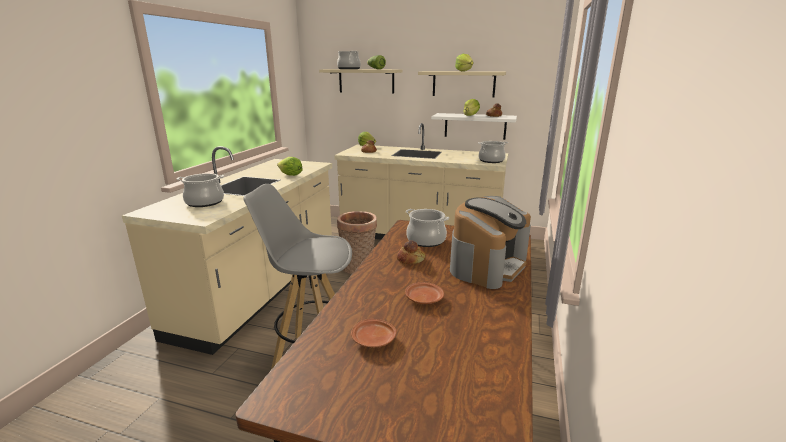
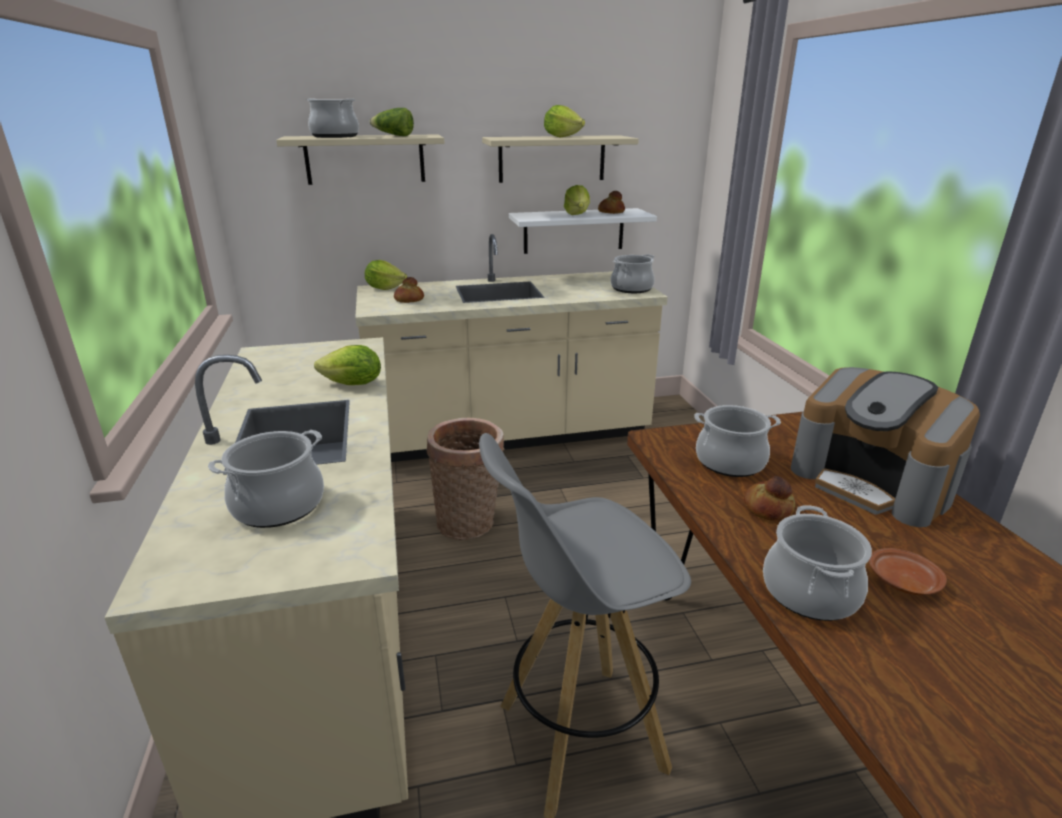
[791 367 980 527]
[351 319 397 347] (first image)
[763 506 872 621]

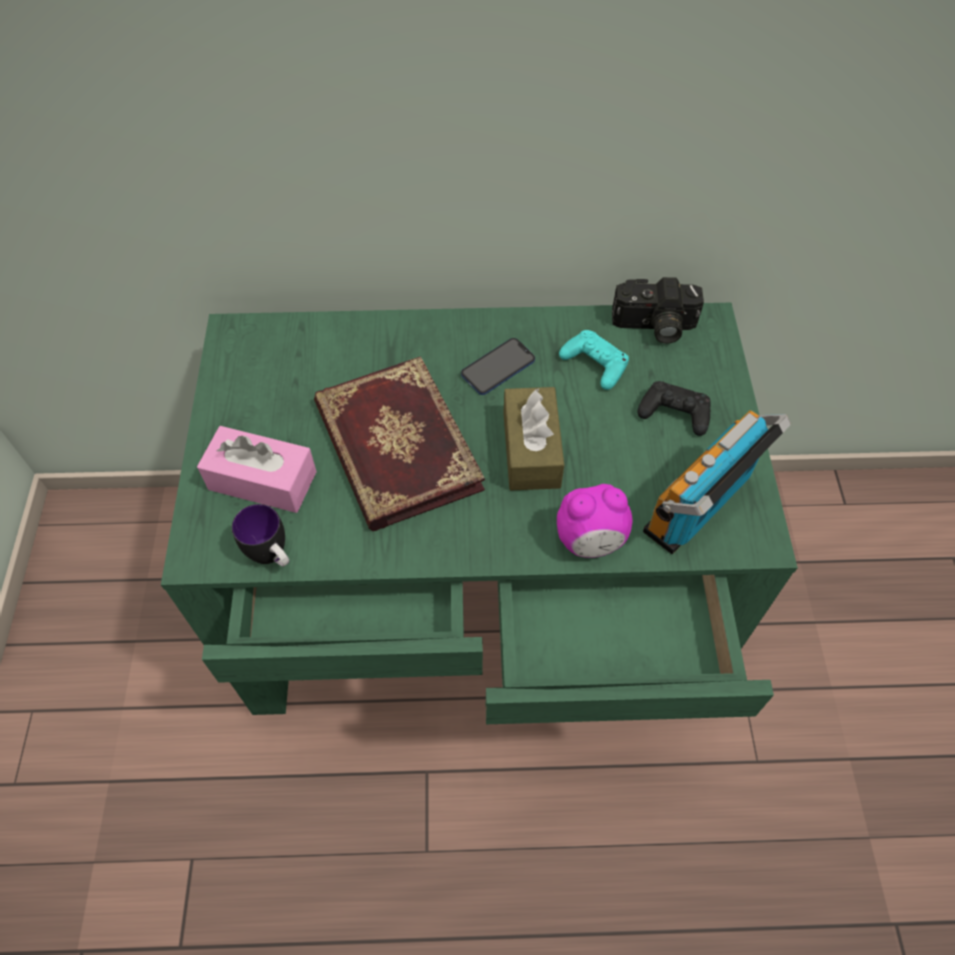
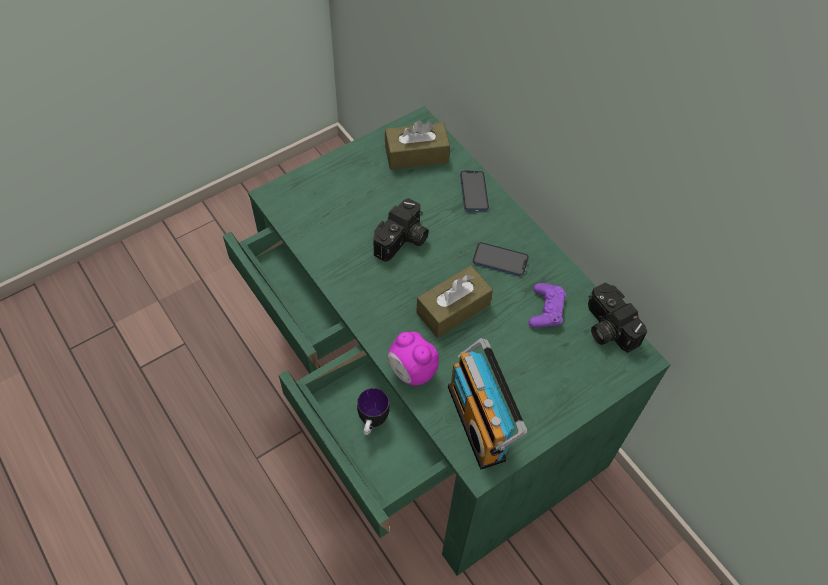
[528 283 566 328]
[373 198 429 262]
[637 381 710 436] (first image)
[448 338 527 470]
[197 426 317 513] (first image)
[357 388 390 435]
[385 120 450 170]
[460 171 489 211]

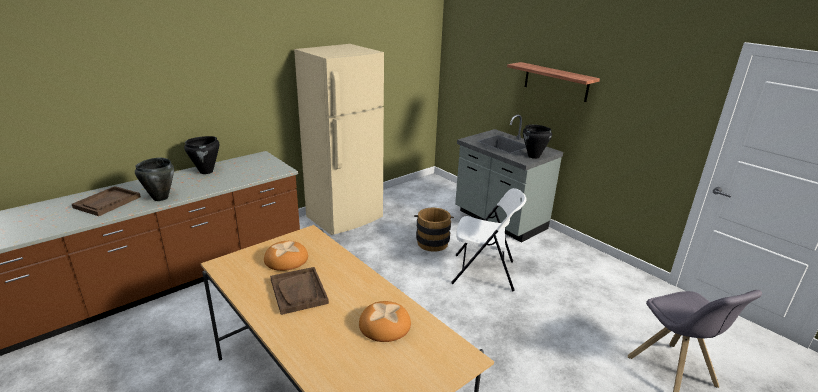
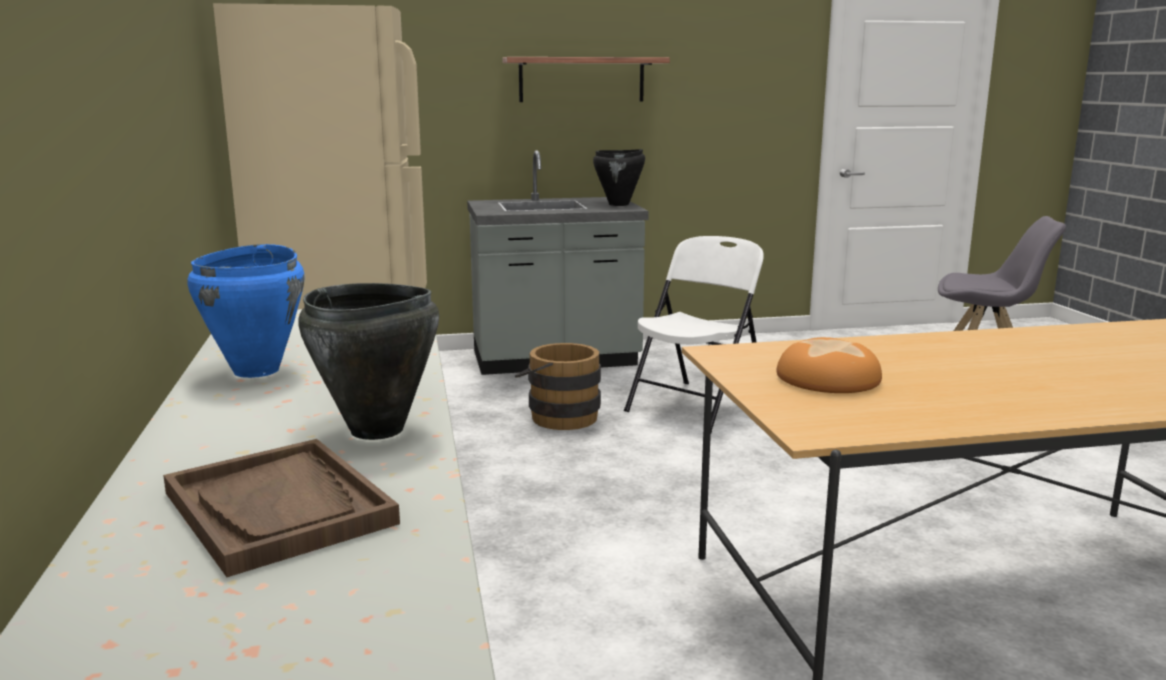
[187 244 305 378]
[270 267 329 315] (first image)
[359 301 411 342] (first image)

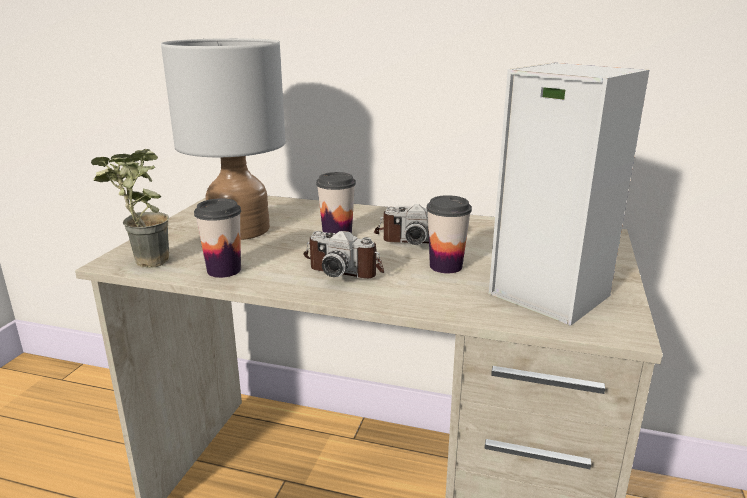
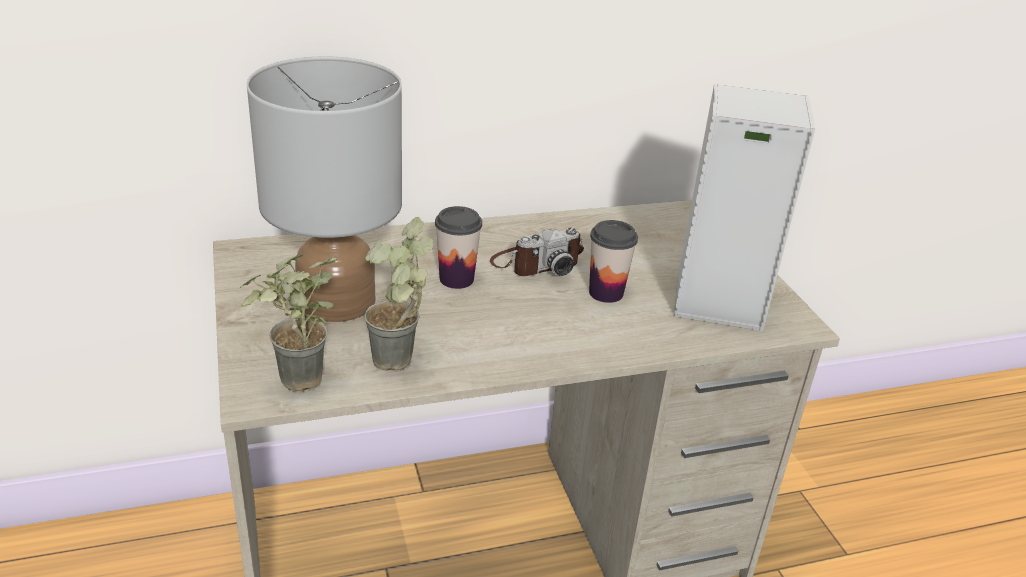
[364 217 434 371]
[303 231 384 279] (first image)

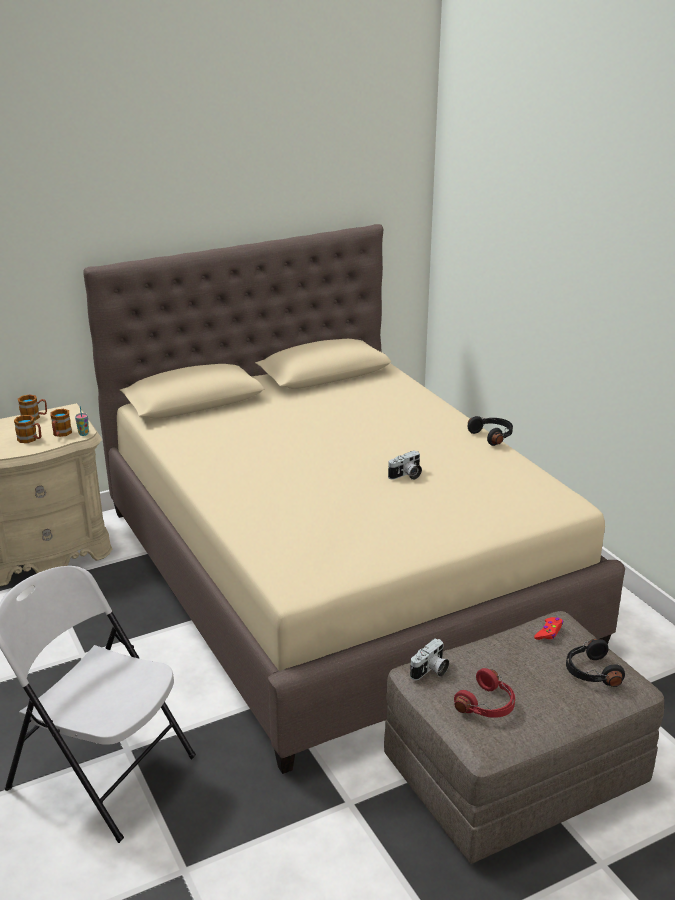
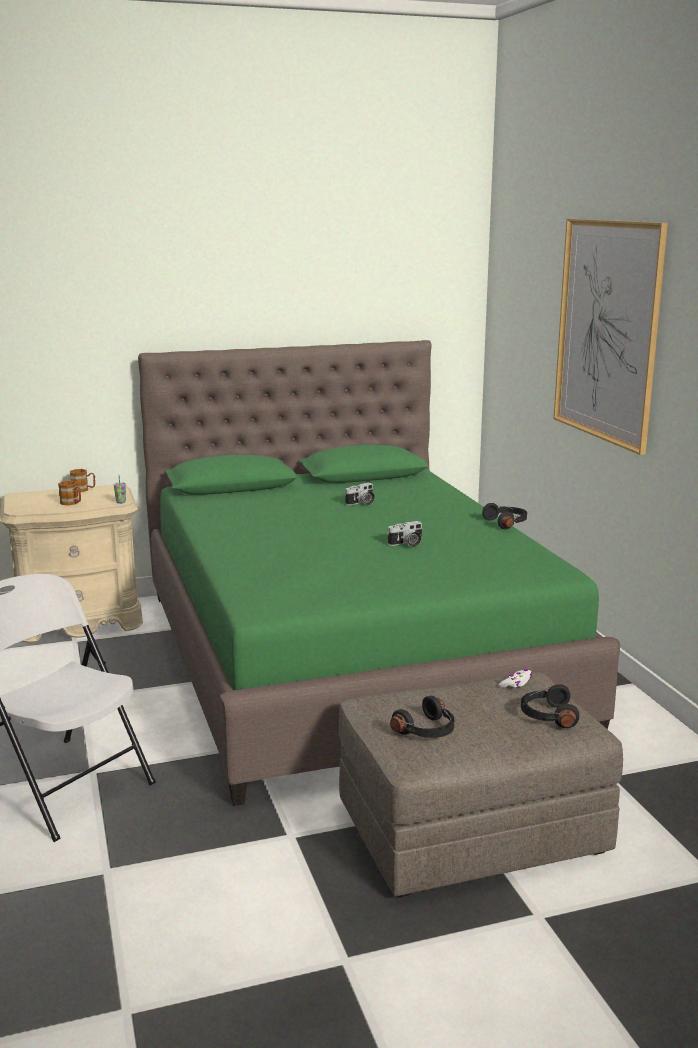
[138 340 620 806]
[50 409 72 437] (first image)
[499 669 532 688]
[345 482 375 505]
[390 695 454 738]
[554 219 668 455]

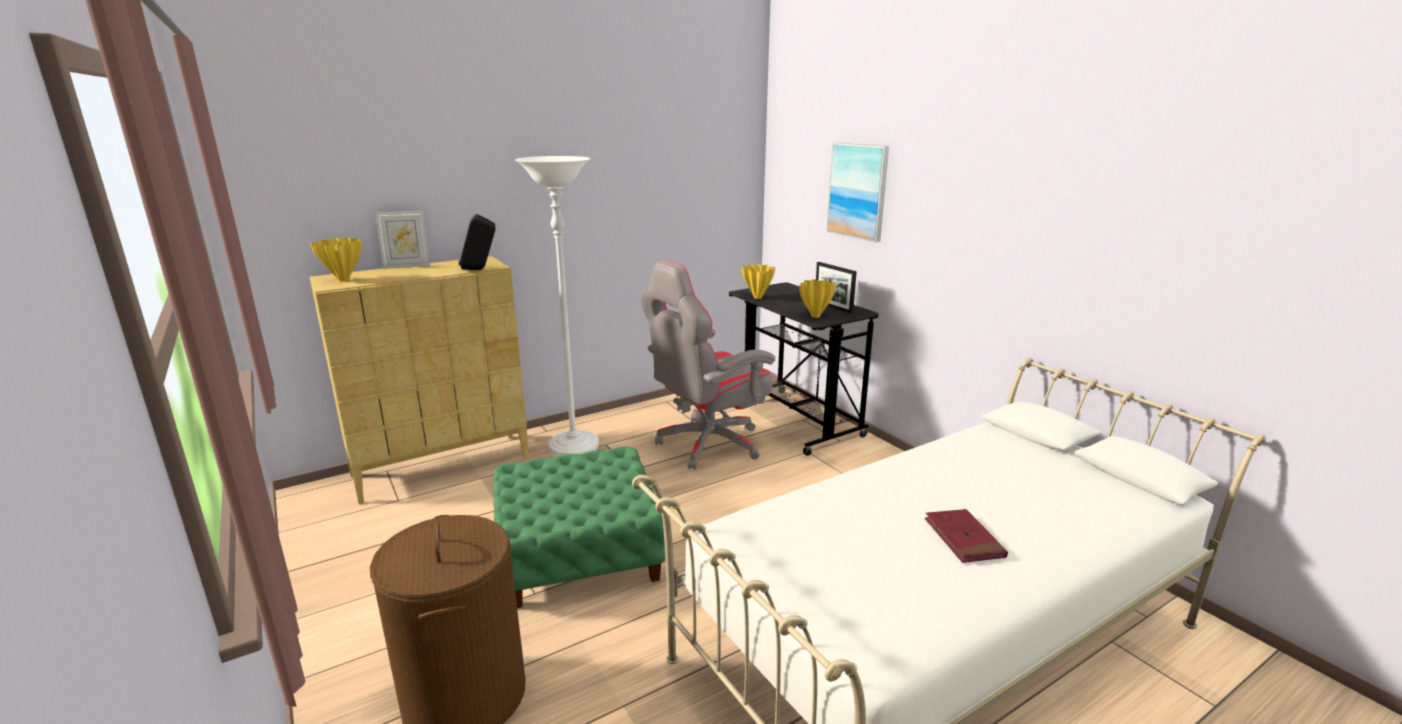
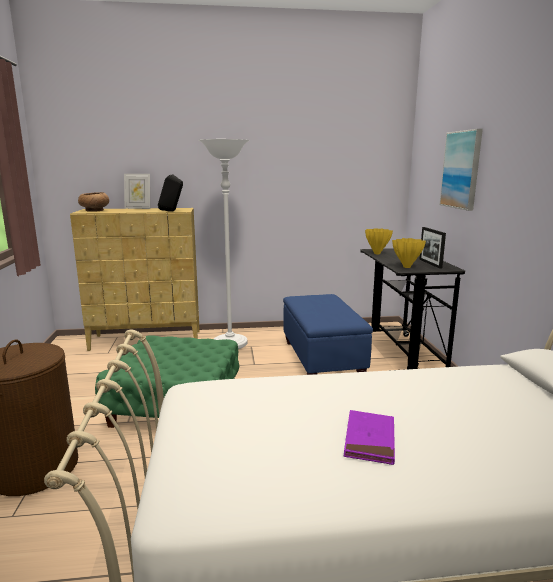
[78 192 109 211]
[283 294 373 375]
[344 410 395 465]

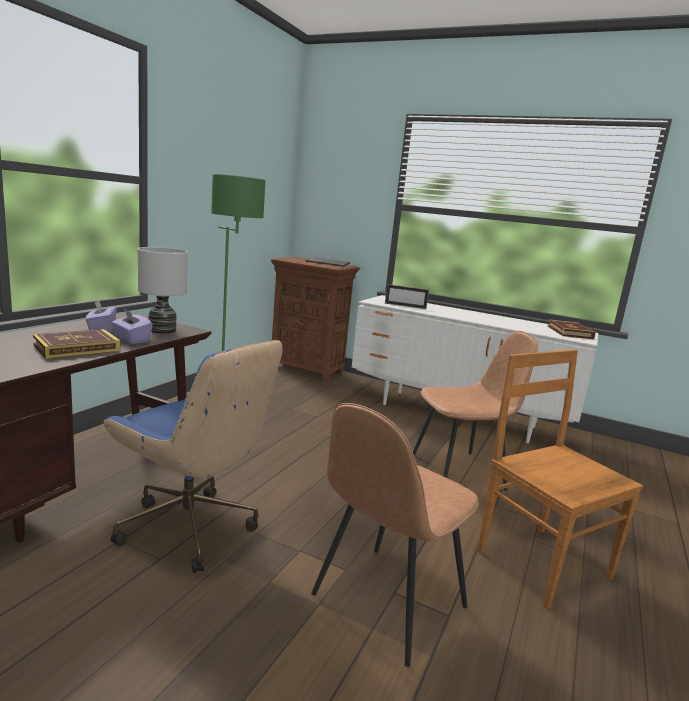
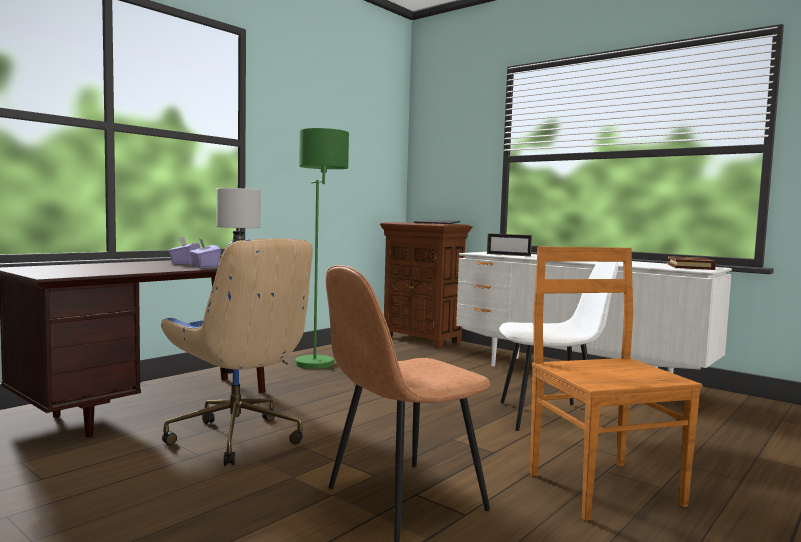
[33 329 120 359] (first image)
[499 262 618 431]

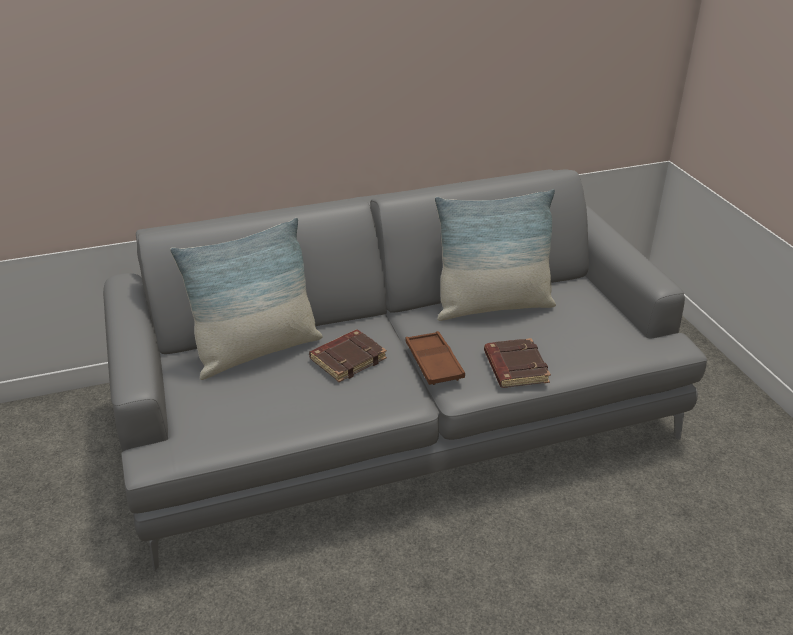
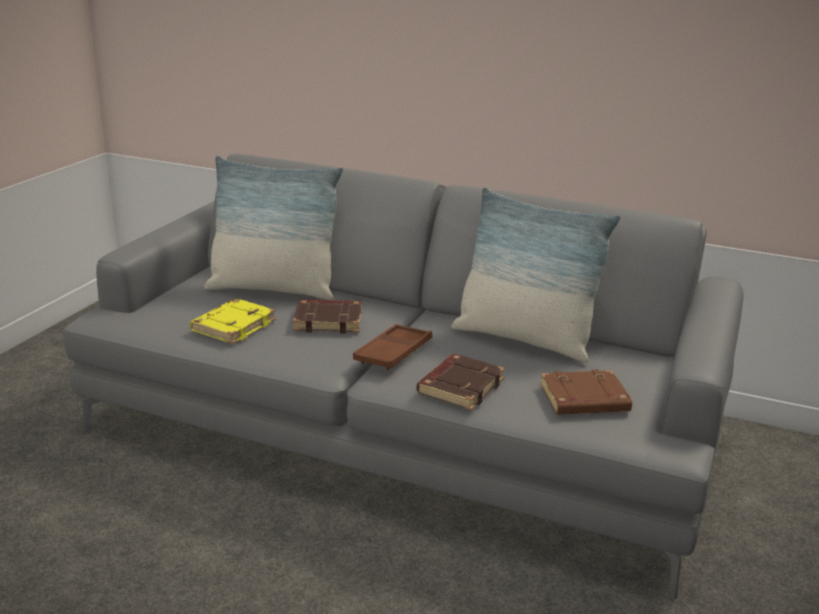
[190 299 276 344]
[540 369 632 414]

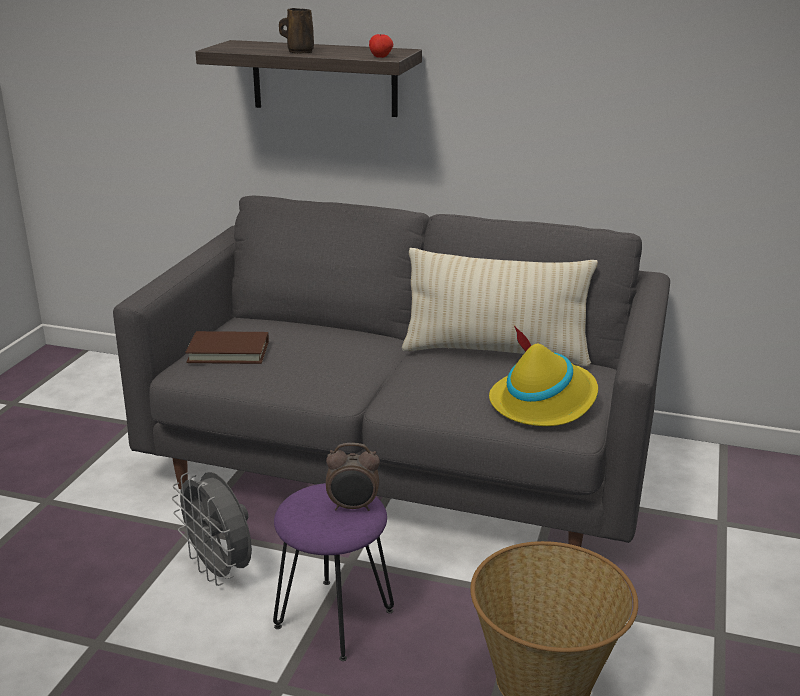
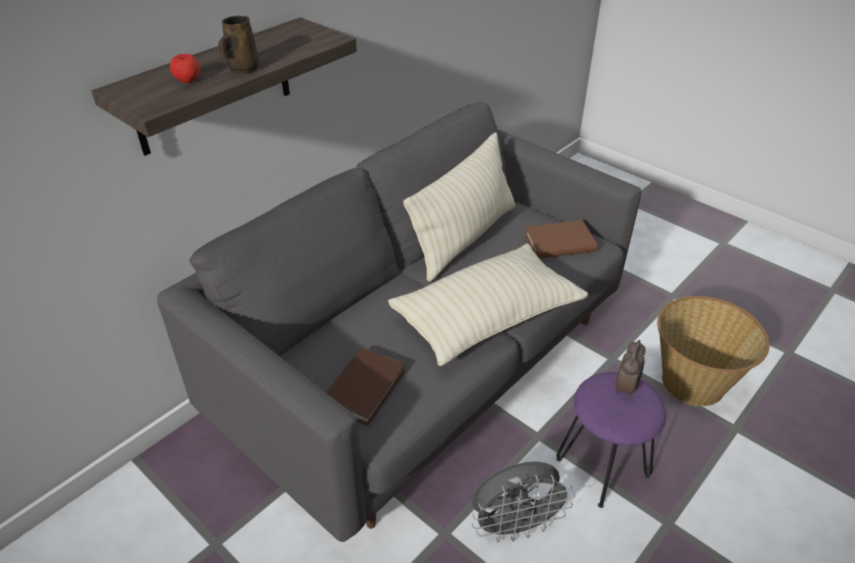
[170 54 200 83]
[525 220 597 258]
[388 243 588 366]

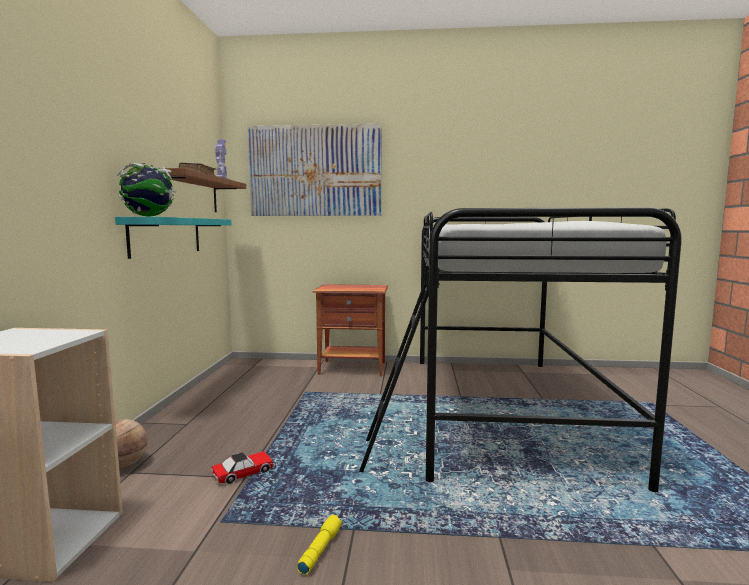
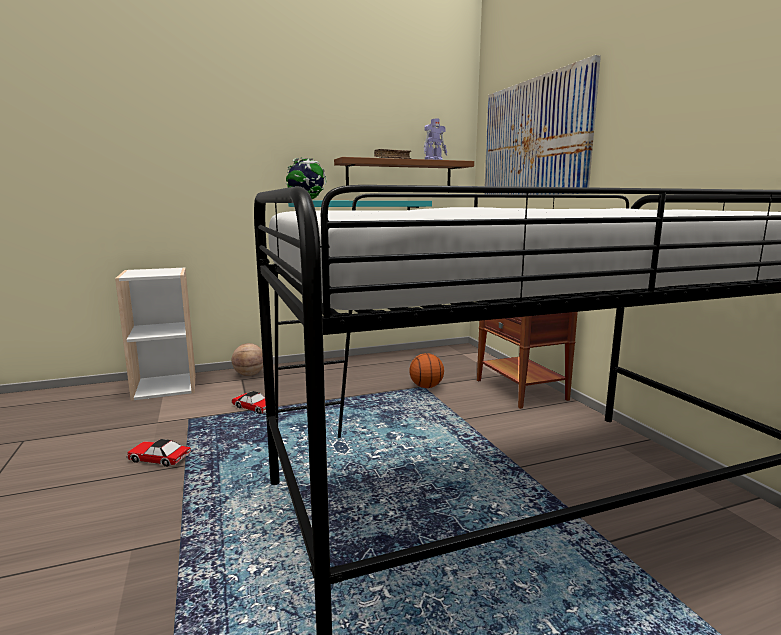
[126 439 191 467]
[409 353 444 388]

